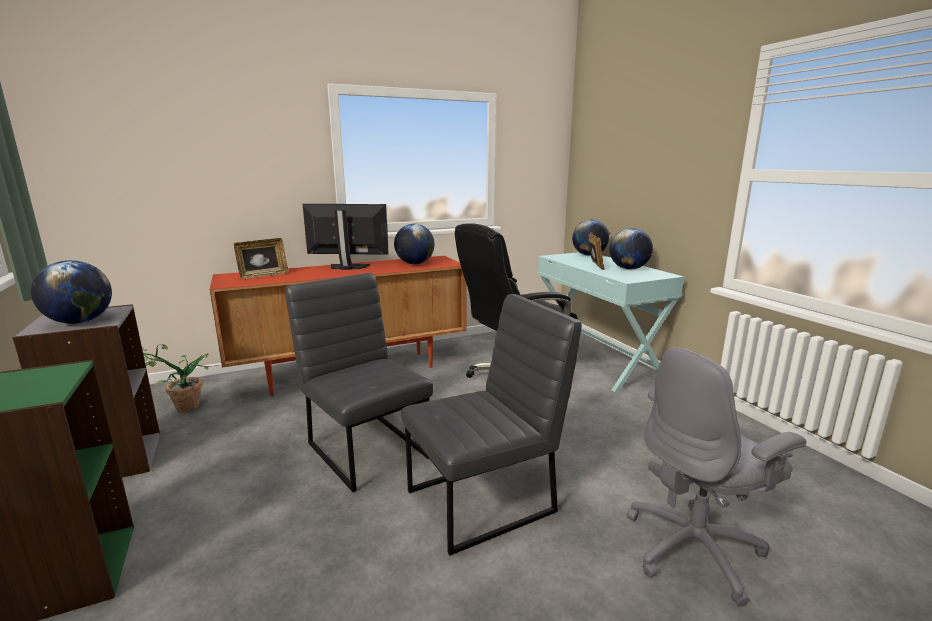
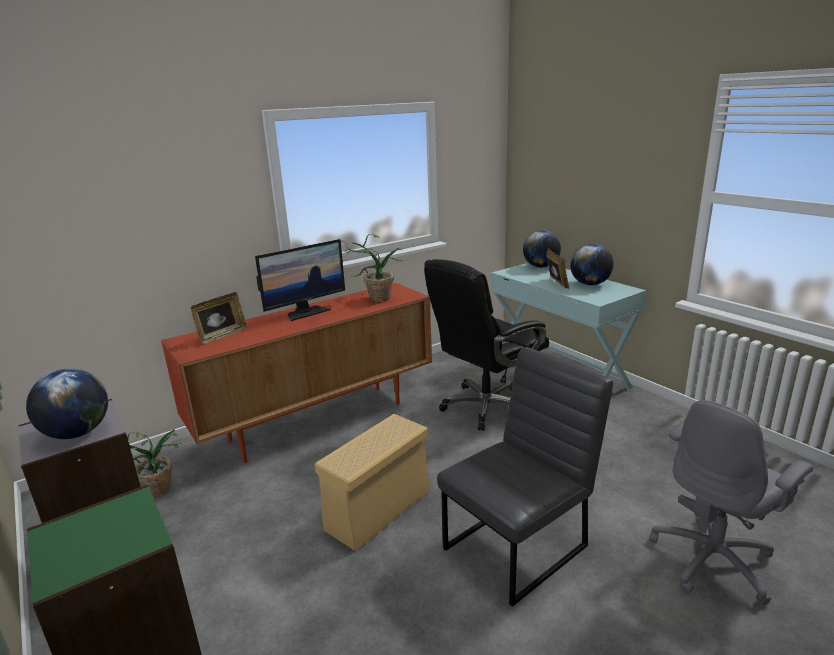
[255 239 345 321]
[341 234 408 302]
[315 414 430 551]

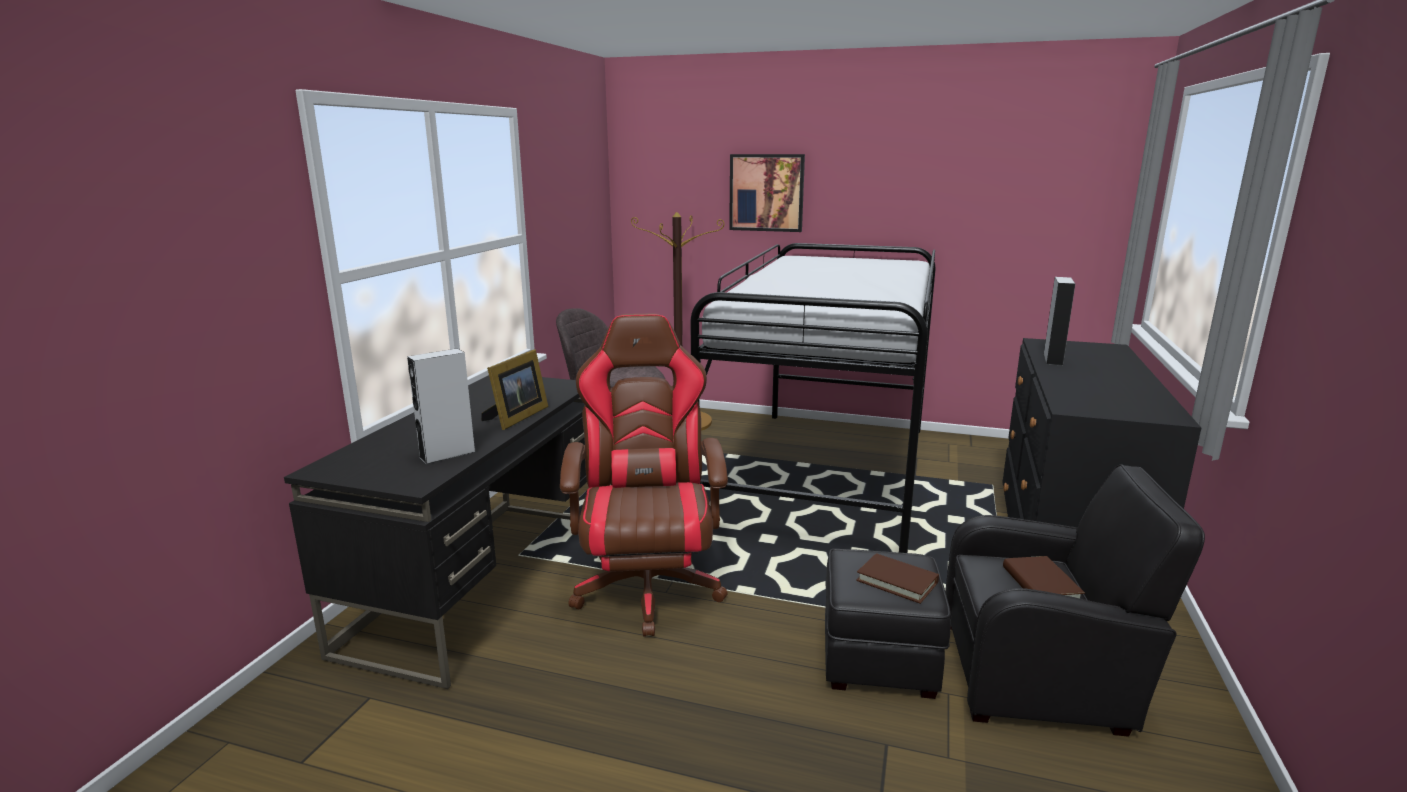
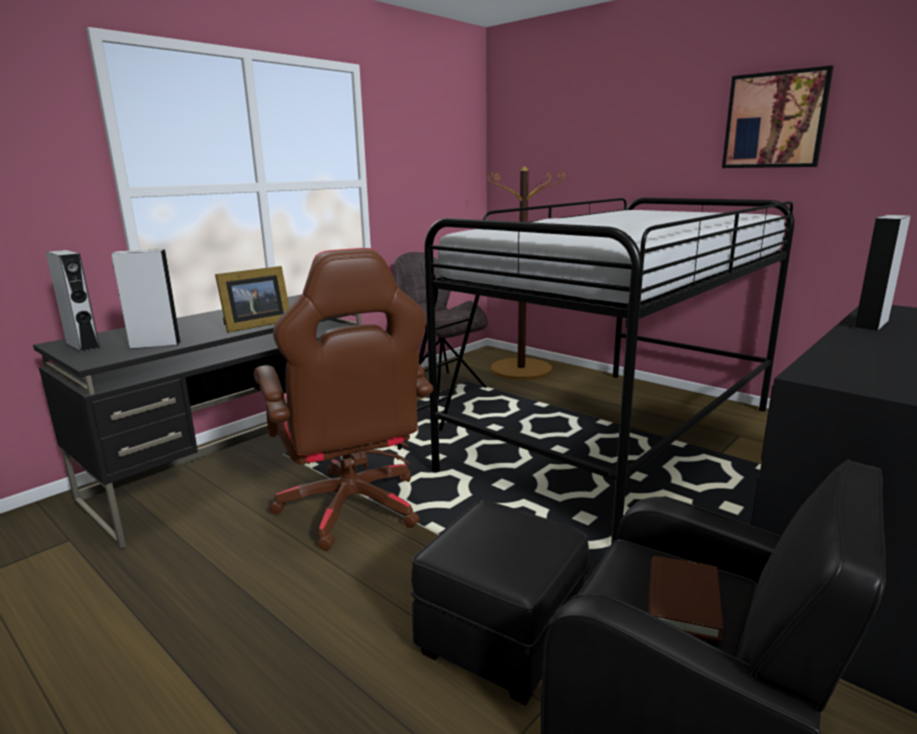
[722 65 834 168]
[254 248 433 551]
[856 553 939 604] (first image)
[46 250 100 352]

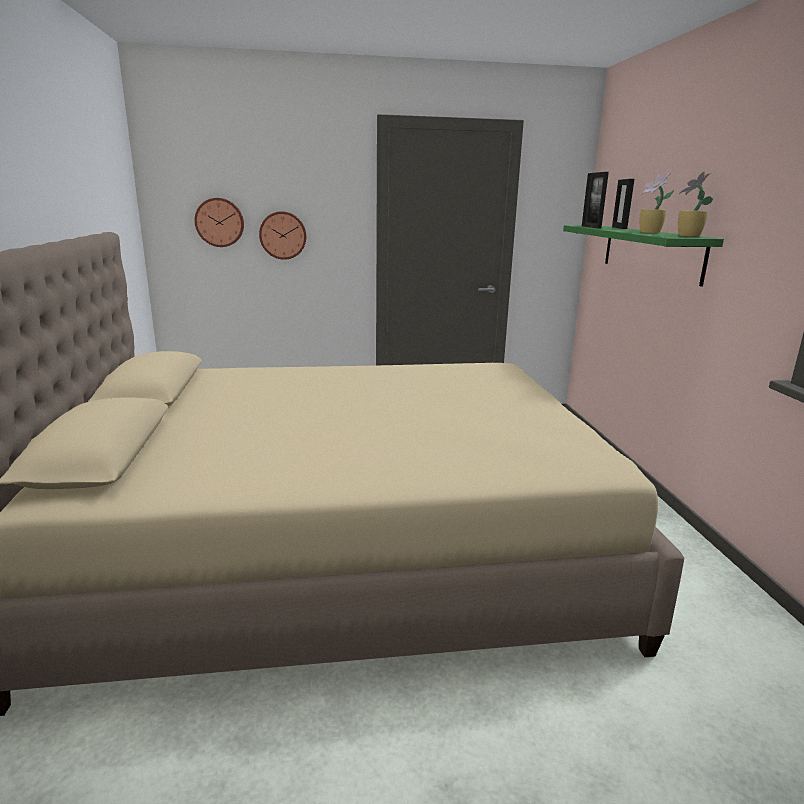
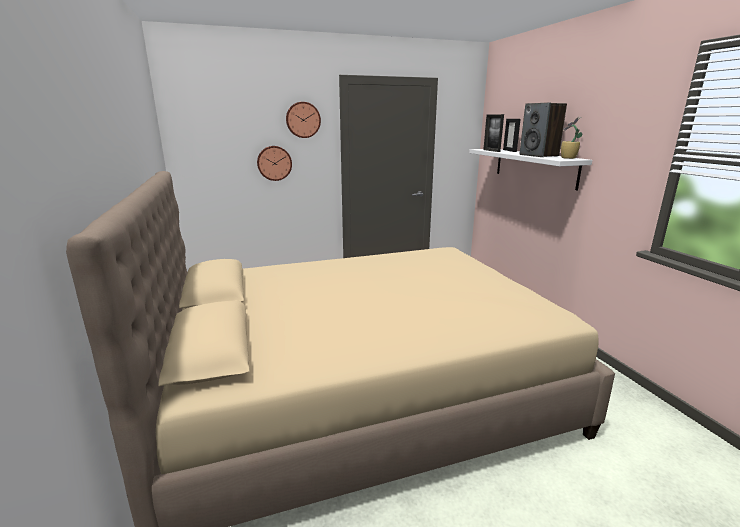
[519 103 567 157]
[286 102 321 138]
[469 149 592 190]

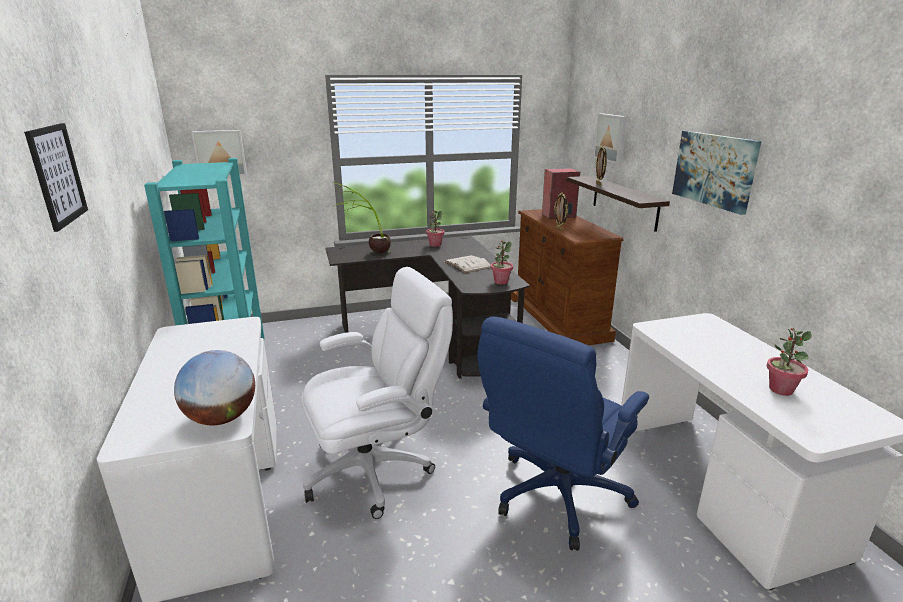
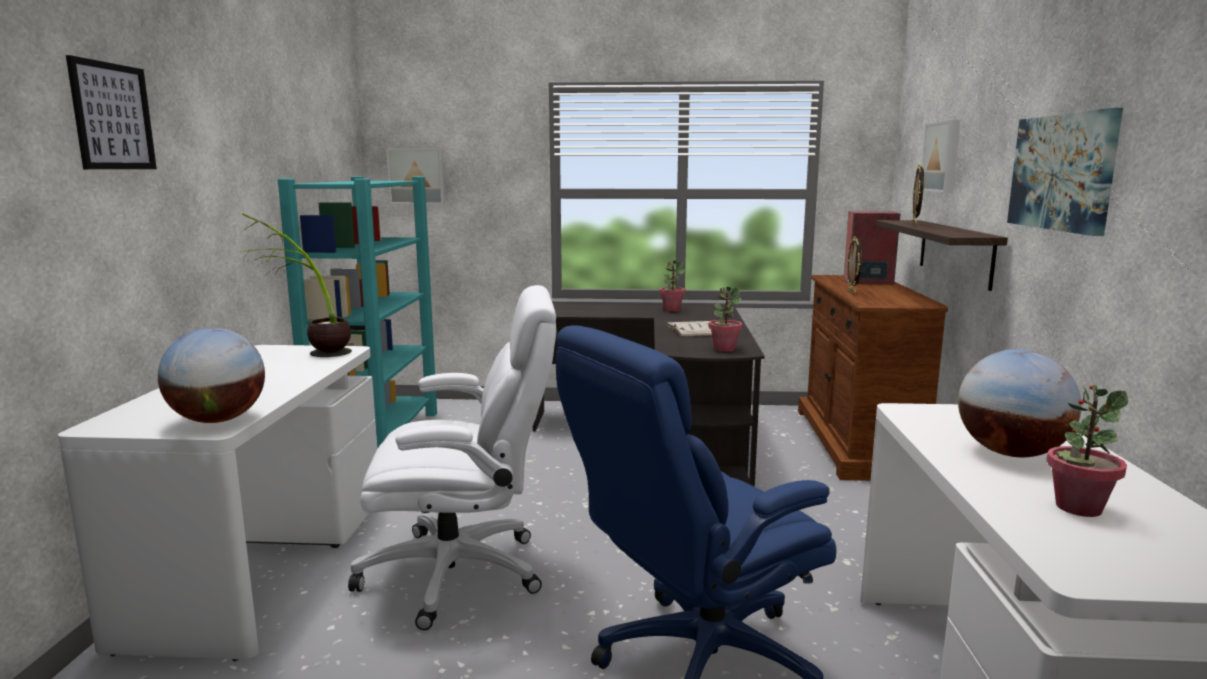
[241 214 352 357]
[958 349 1081 457]

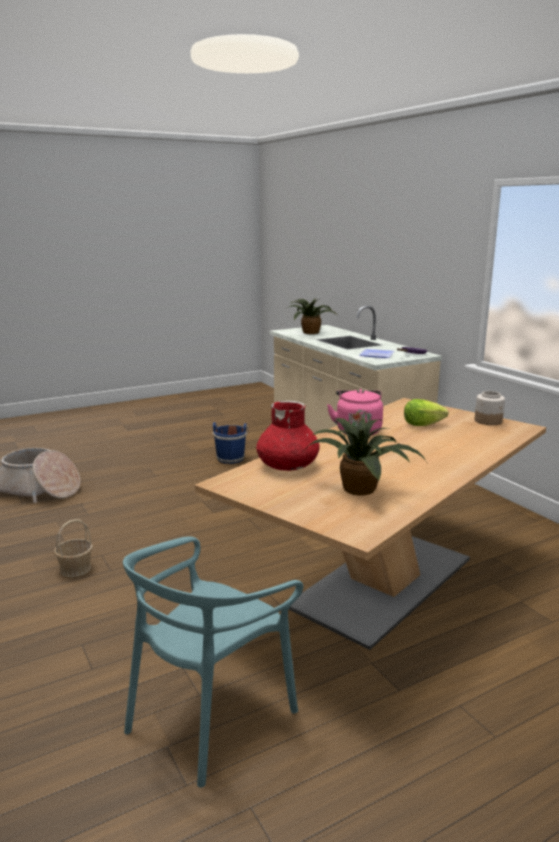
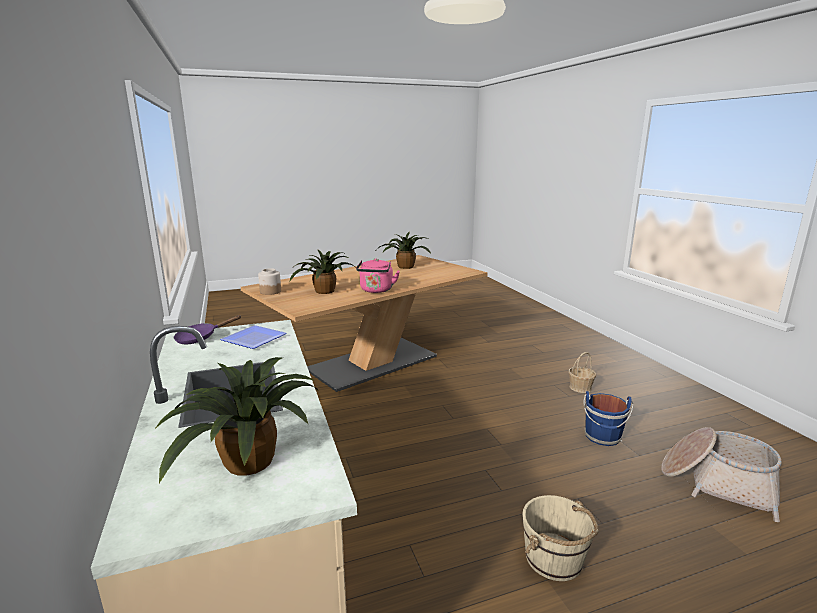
[290 249 355 294]
[256 400 320 471] (first image)
[583 391 634 446]
[123 536 303 788] (first image)
[522 495 599 581]

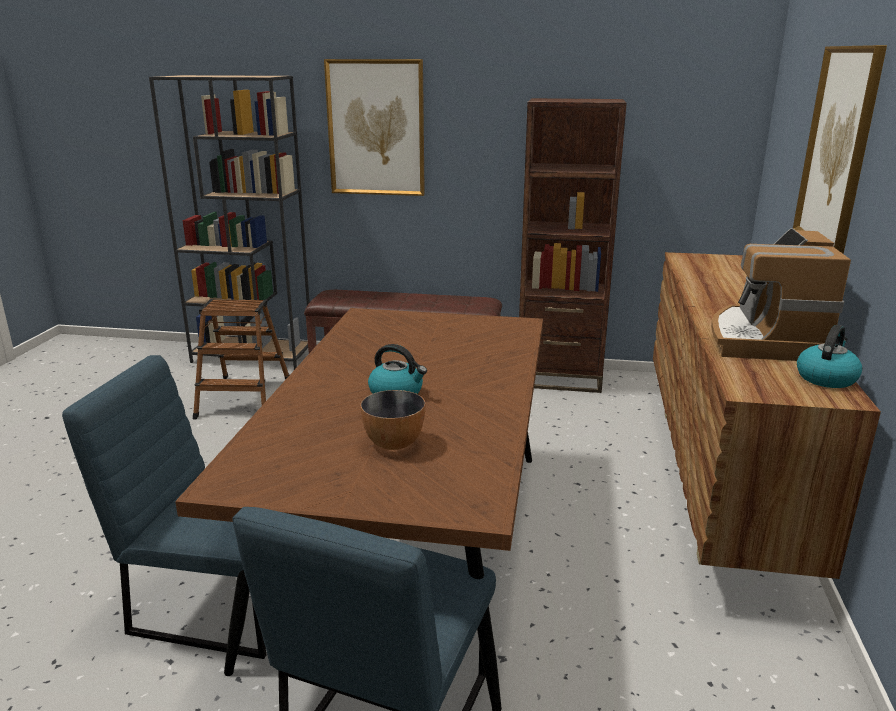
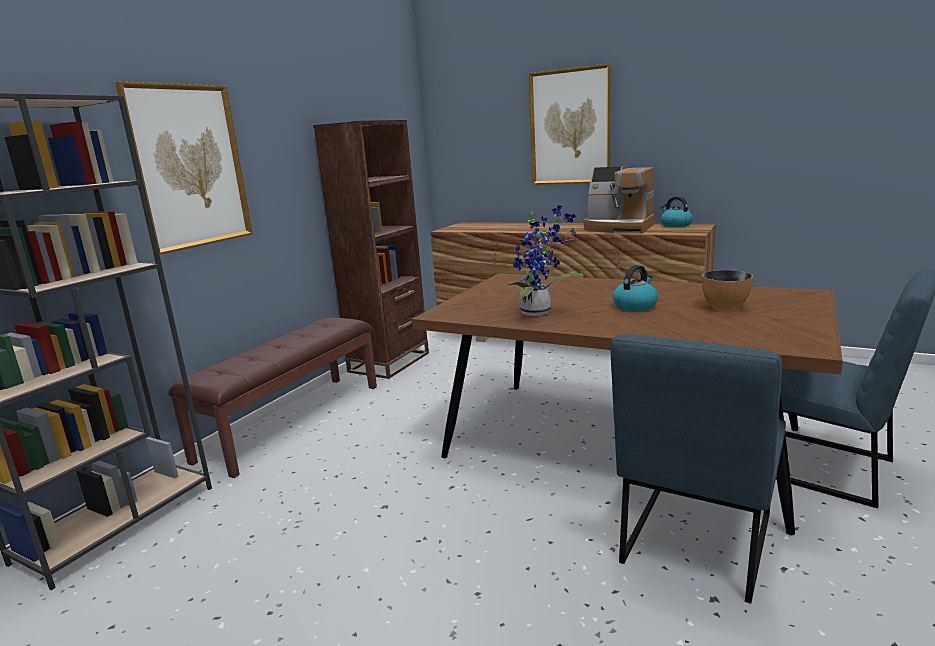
[193 299 289 420] (first image)
[503 205 584 316]

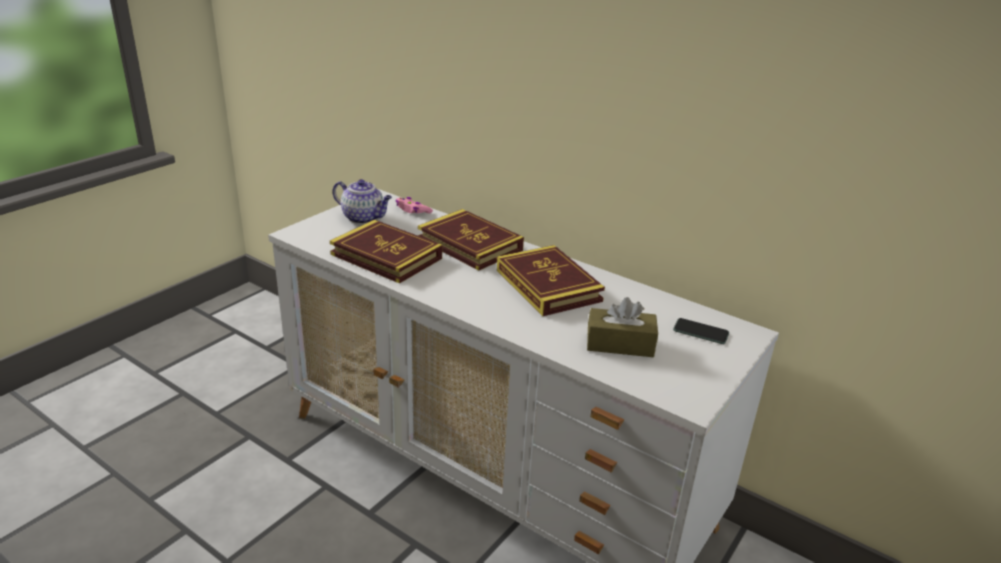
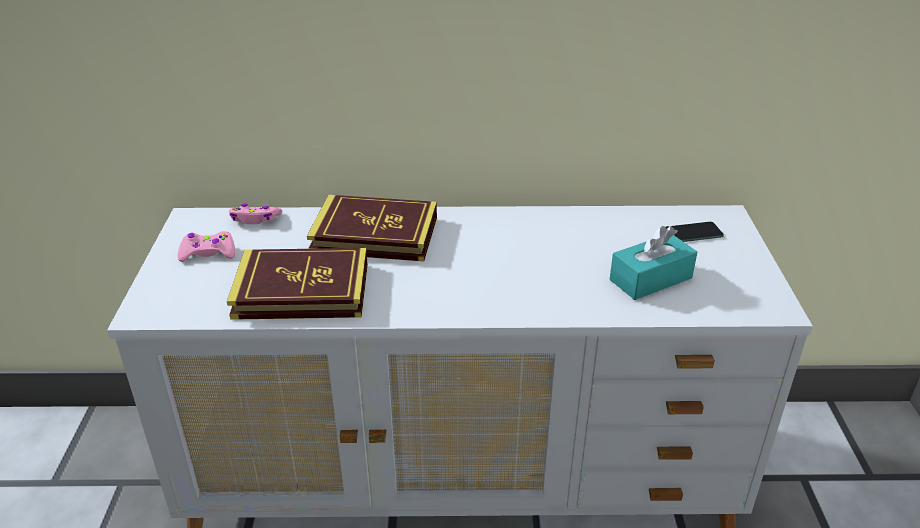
[178 231 235 262]
[497 245 605 316] (first image)
[609 226 697 300]

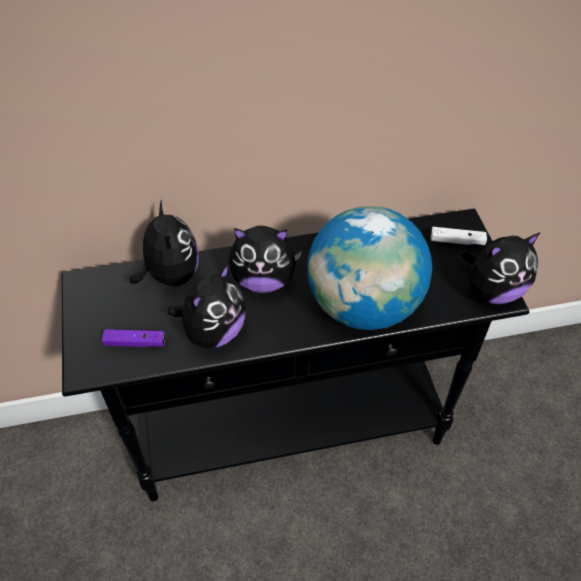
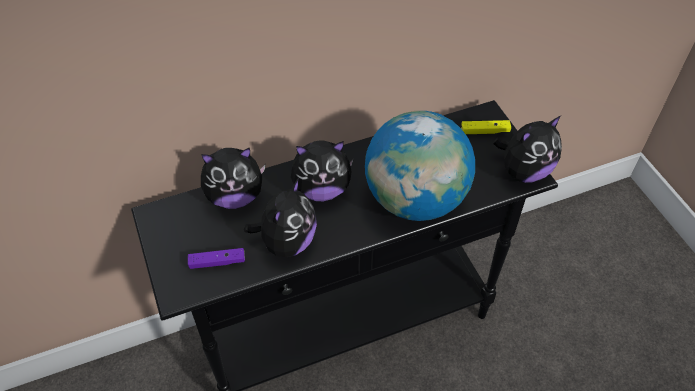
[201 148 266 209]
[461 120 511 134]

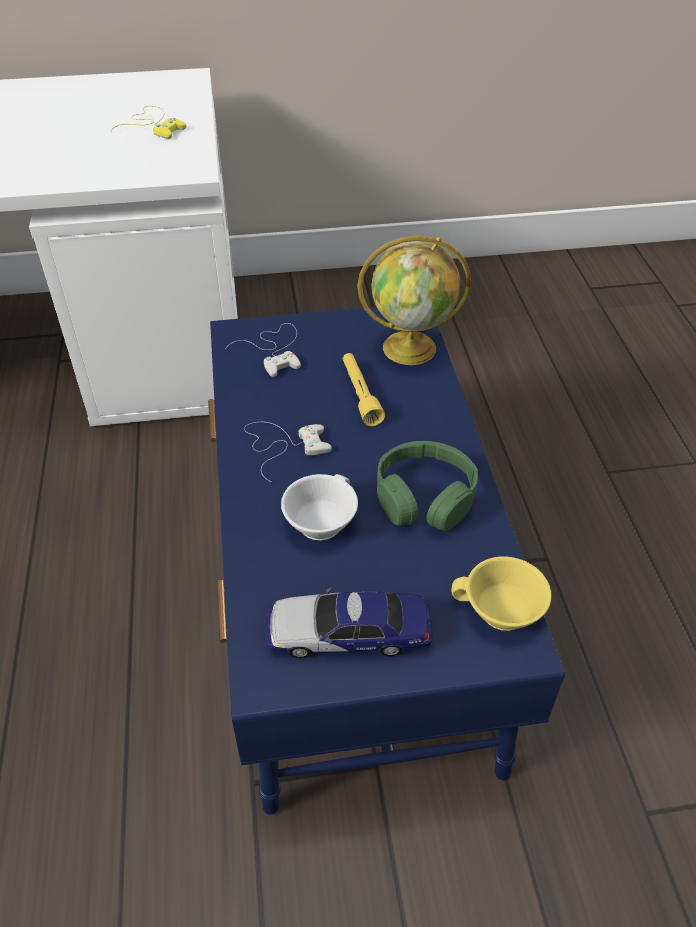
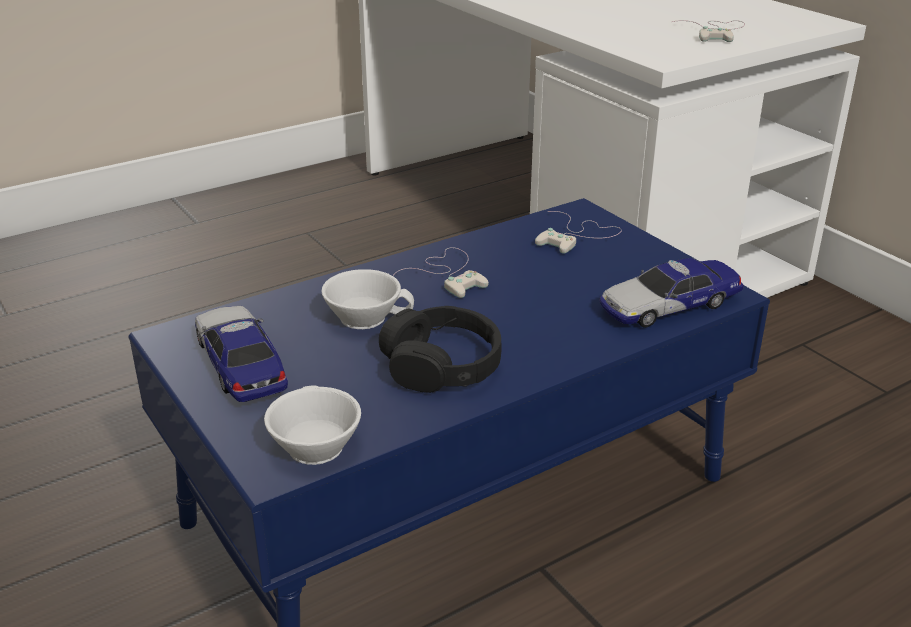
[672 20 745 42]
[599 258 744 328]
[343 353 385 426] (first image)
[379 306 502 393]
[264 386 361 465]

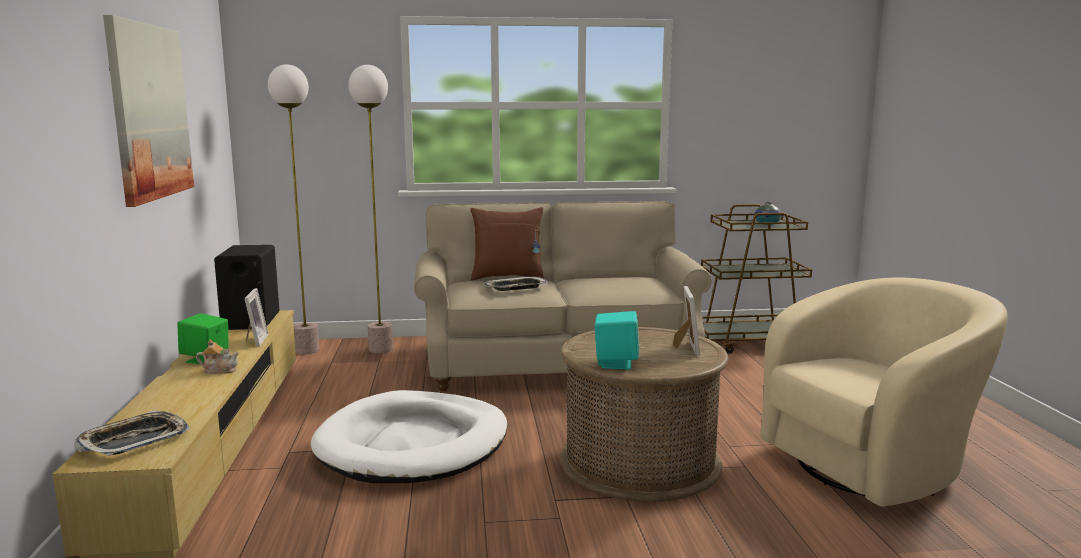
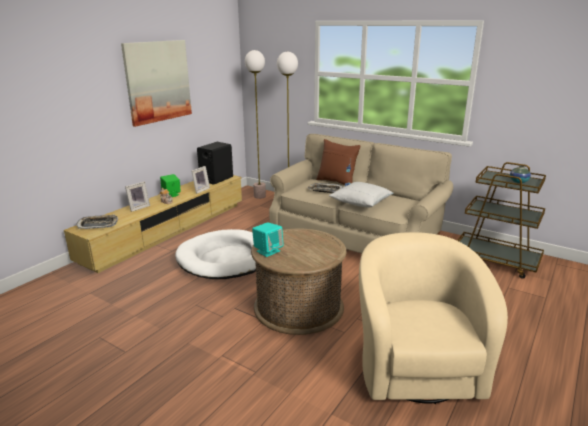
[359 232 508 404]
[125 181 150 212]
[329 182 393 207]

